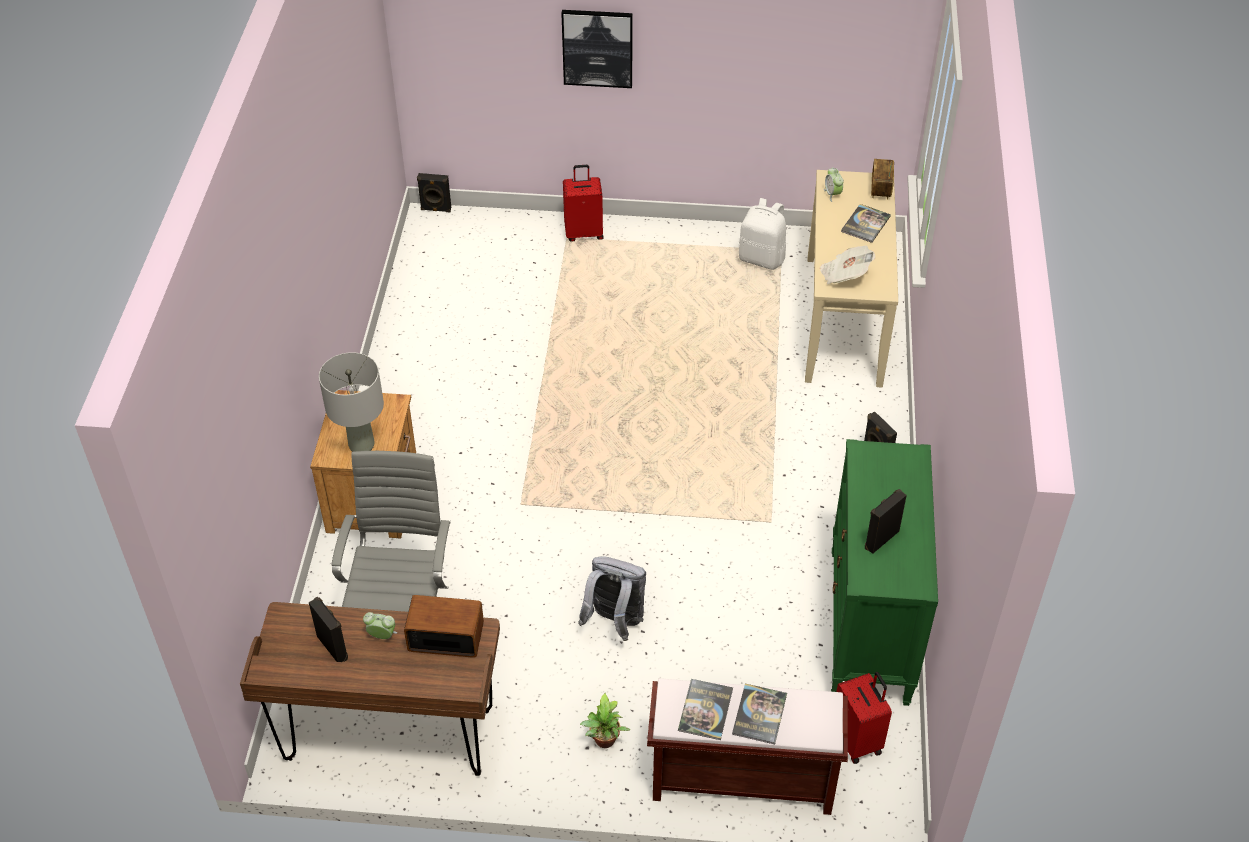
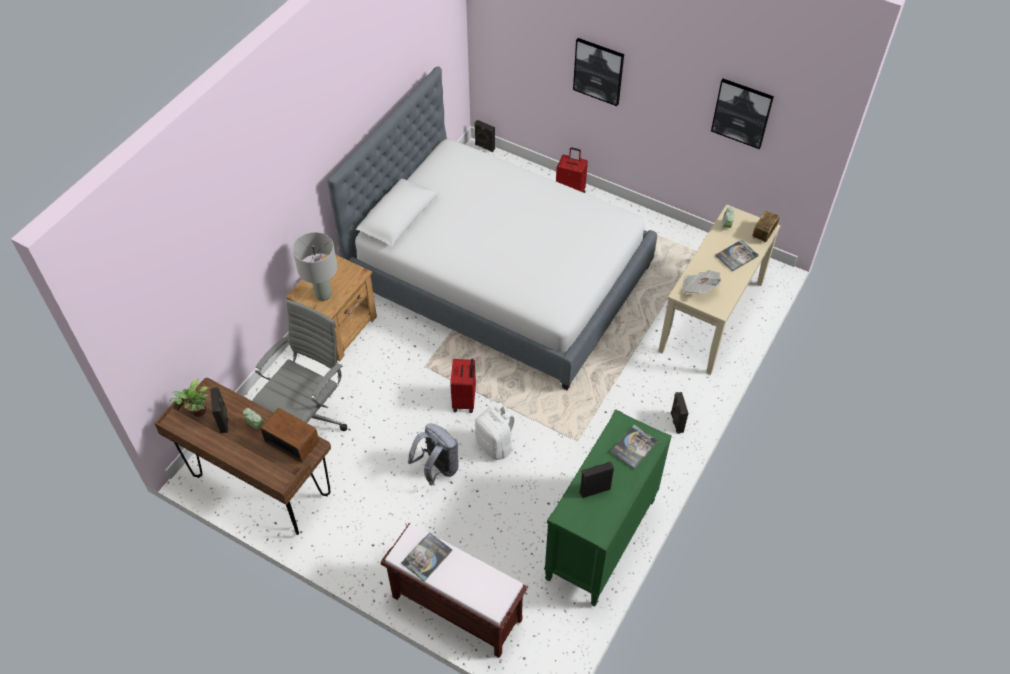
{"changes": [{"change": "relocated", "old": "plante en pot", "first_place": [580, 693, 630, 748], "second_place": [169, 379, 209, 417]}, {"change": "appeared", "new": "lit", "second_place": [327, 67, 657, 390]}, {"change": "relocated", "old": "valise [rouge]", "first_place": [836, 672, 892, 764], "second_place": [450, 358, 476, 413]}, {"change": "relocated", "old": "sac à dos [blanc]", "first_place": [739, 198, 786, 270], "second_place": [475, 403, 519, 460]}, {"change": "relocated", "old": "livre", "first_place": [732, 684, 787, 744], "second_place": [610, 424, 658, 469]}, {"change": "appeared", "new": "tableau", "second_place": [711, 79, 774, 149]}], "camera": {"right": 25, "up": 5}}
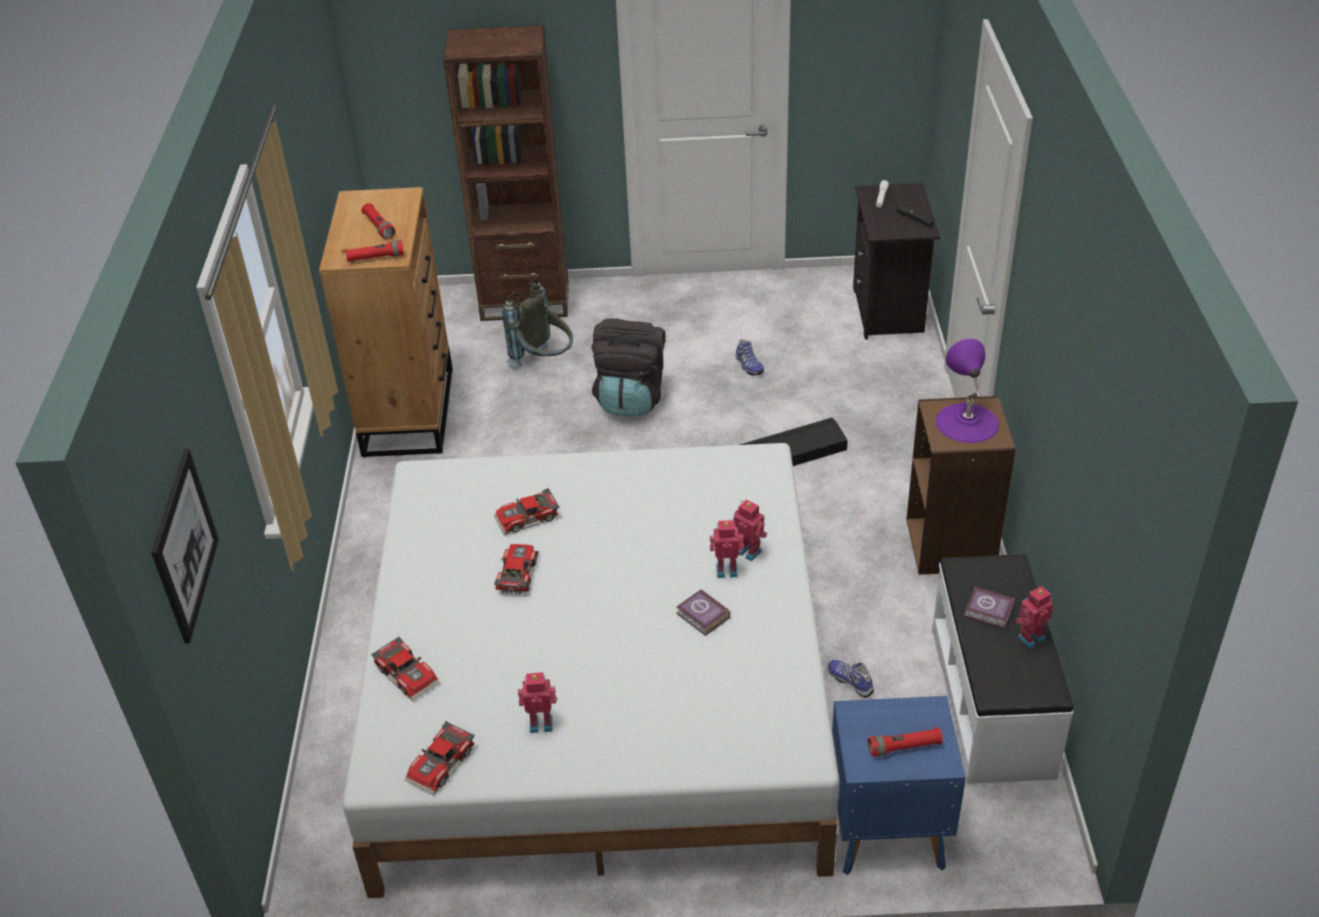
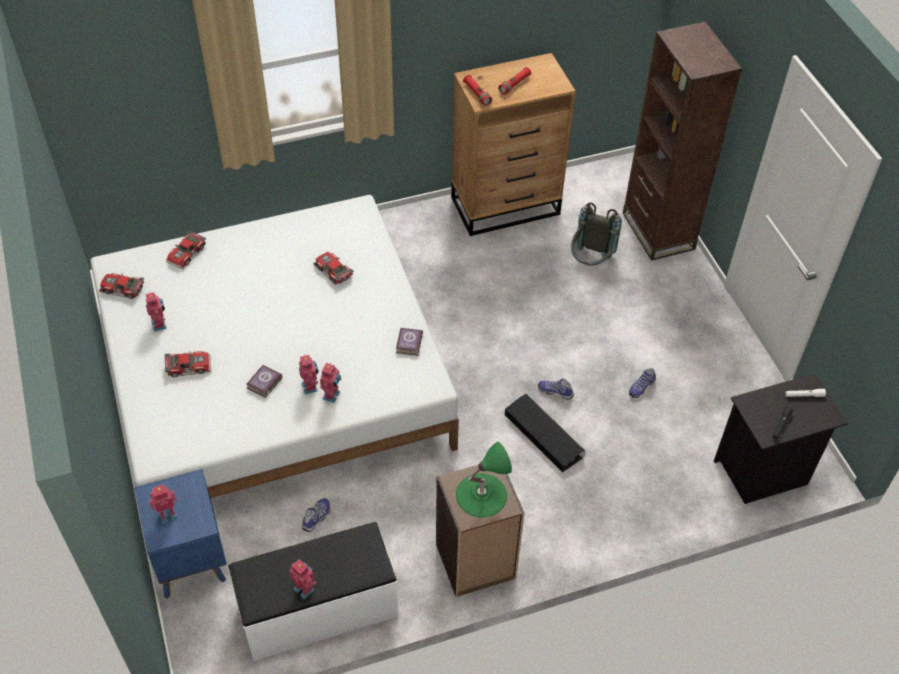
{"changes": [{"change": "exchanged", "old": "lampe de poche [rouge]", "new": "robot jouet", "first_place": [868, 727, 943, 757], "second_place": [149, 484, 177, 524]}, {"change": "relocated", "old": "petite voiture", "first_place": [494, 544, 539, 594], "second_place": [165, 351, 211, 377]}, {"change": "relocated", "old": "livre", "first_place": [964, 587, 1015, 629], "second_place": [396, 328, 423, 356]}, {"change": "colour", "old": "lampe de table [violet]", "new": "lampe de table [vert]", "first_place": [936, 339, 999, 443], "second_place": [456, 442, 512, 518]}, {"change": "appeared", "new": "chaussure", "second_place": [538, 378, 574, 400]}, {"change": "missing", "old": "tableau", "first_place": [151, 449, 219, 644]}, {"change": "missing", "old": "sac à dos [noir]", "first_place": [591, 318, 665, 417]}], "camera": {"right": 70, "up": 10}}
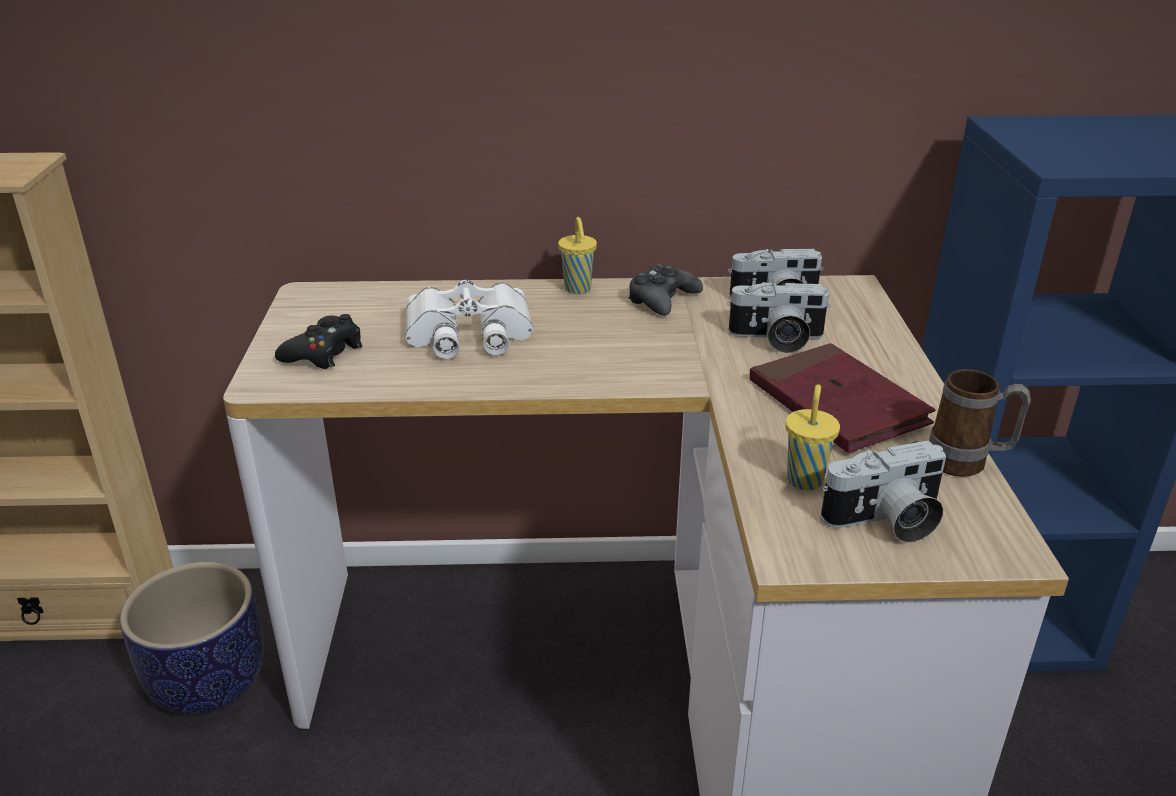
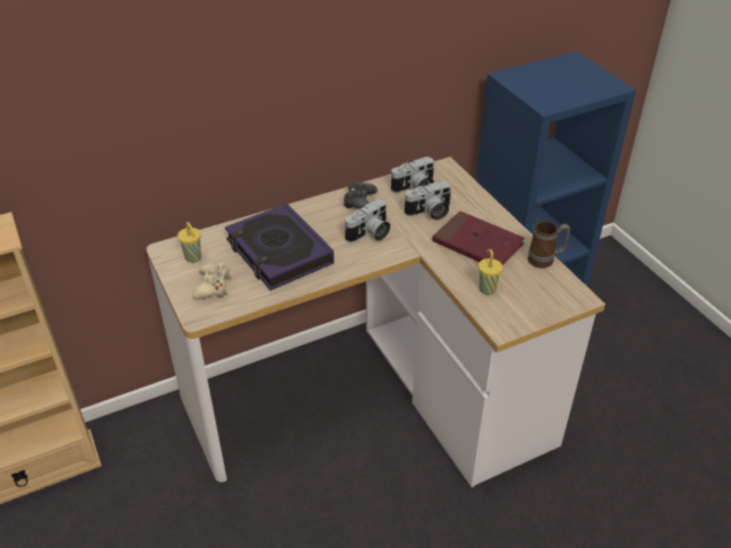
{"changes": [{"change": "relocated", "old": "tasse [jaune]", "first_place": [558, 217, 597, 294], "second_place": [177, 222, 201, 263]}, {"change": "colour", "old": "manette [noir]", "new": "manette [beige]", "first_place": [275, 314, 362, 369], "second_place": [192, 263, 231, 300]}, {"change": "exchanged", "old": "jumelles [blanc]", "new": "livre", "first_place": [406, 280, 533, 359], "second_place": [225, 203, 334, 291]}, {"change": "relocated", "old": "appareil photo", "first_place": [821, 440, 946, 543], "second_place": [345, 199, 391, 243]}, {"change": "missing", "old": "cache-pot", "first_place": [120, 562, 264, 715]}], "camera": {"right": -25, "up": 10}}
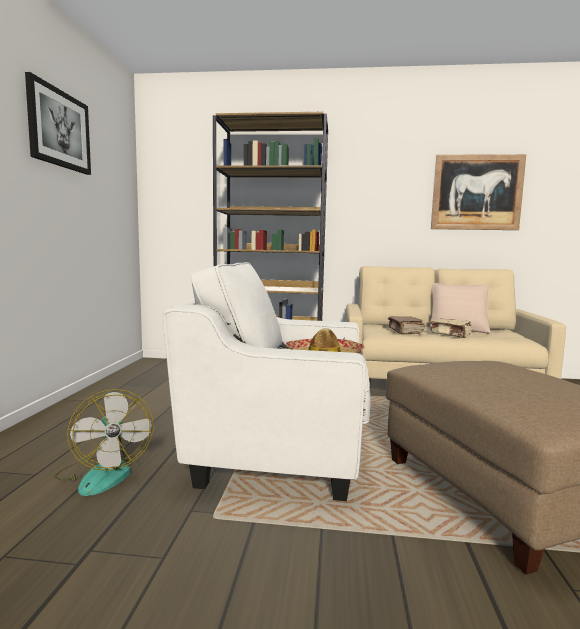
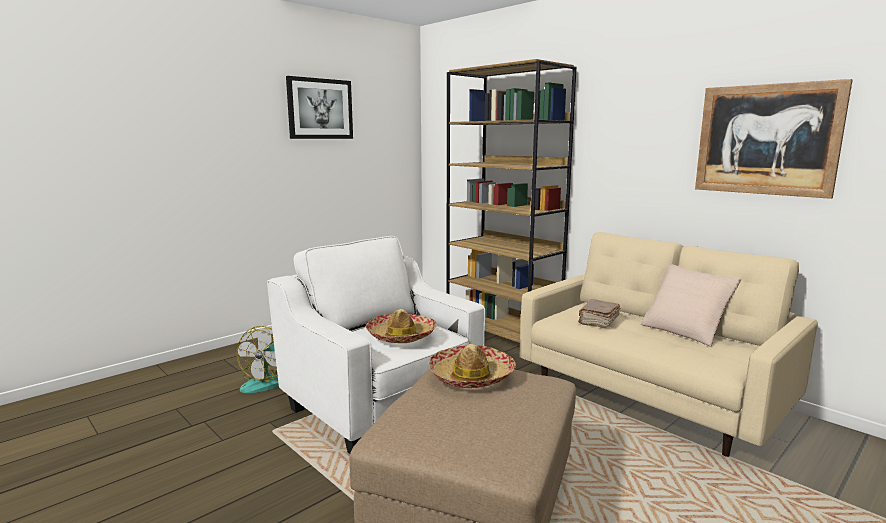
{"changes": [{"change": "appeared", "new": "chapeau", "second_place": [429, 344, 516, 388]}, {"change": "missing", "old": "livre [beige]", "first_place": [431, 318, 472, 338]}], "camera": {"right": 40, "up": 5}}
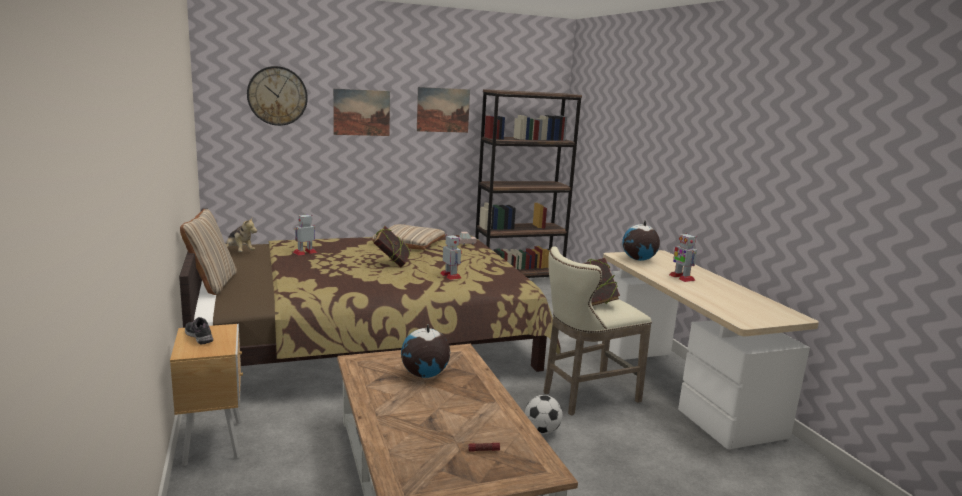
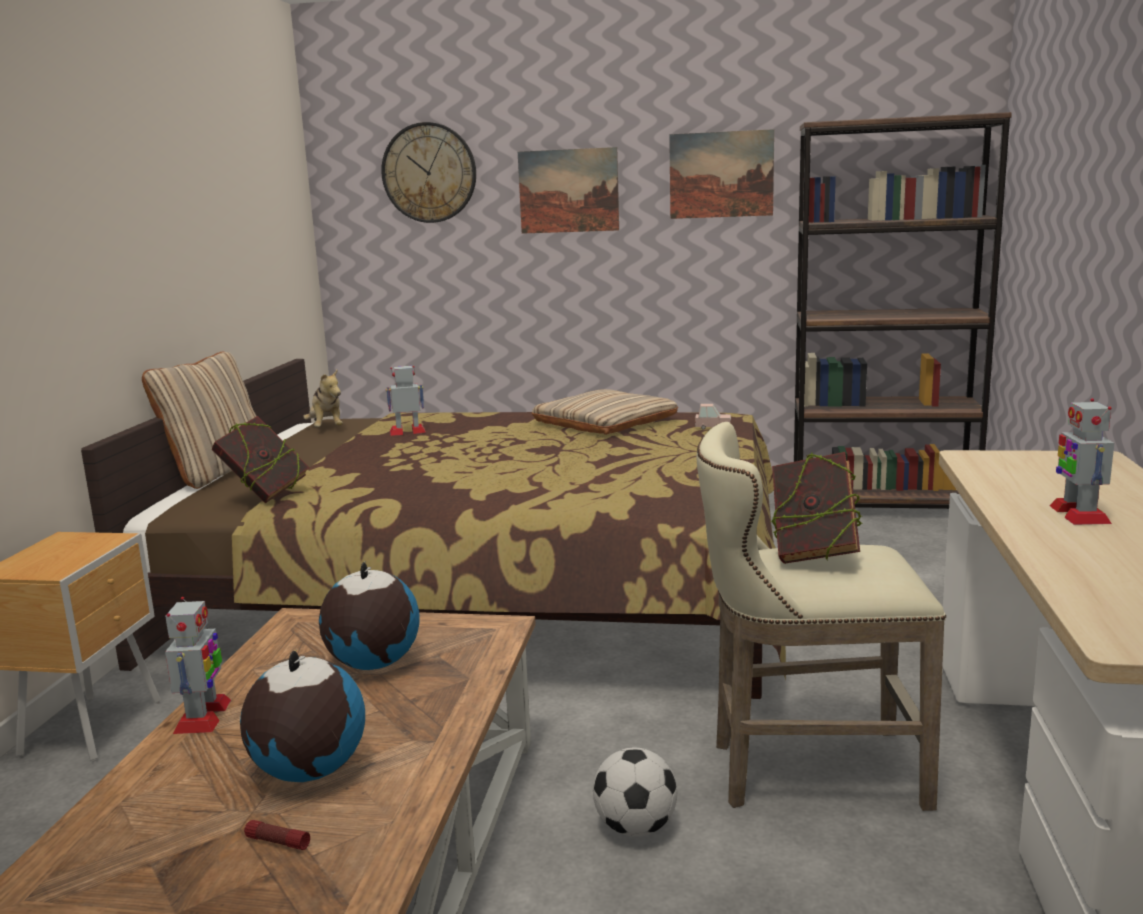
{"changes": [{"change": "relocated", "old": "robot jouet", "first_place": [440, 234, 462, 280], "second_place": [165, 597, 231, 734]}, {"change": "relocated", "old": "livre", "first_place": [373, 226, 411, 267], "second_place": [212, 416, 310, 503]}, {"change": "relocated", "old": "globe", "first_place": [622, 220, 660, 261], "second_place": [240, 649, 365, 782]}, {"change": "missing", "old": "chaussure", "first_place": [185, 317, 213, 345]}], "camera": {"right": 30, "up": 0}}
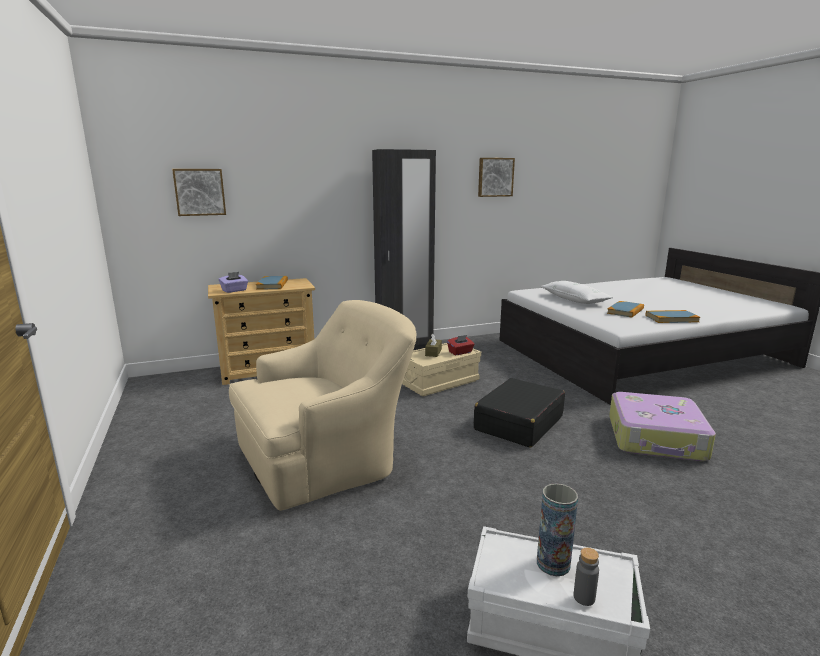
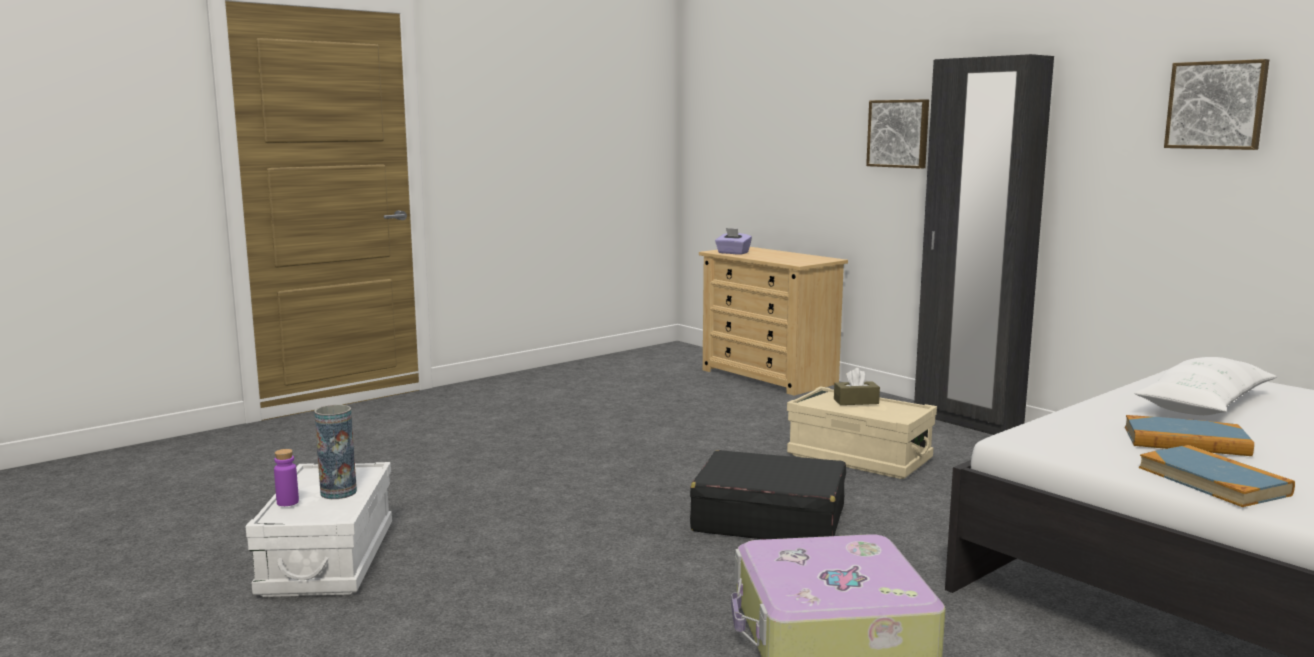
{"changes": [{"change": "colour", "old": "bouteille [gris]", "new": "bouteille [violet]", "first_place": [574, 548, 599, 606], "second_place": [274, 449, 299, 506]}, {"change": "relocated", "old": "tableau", "first_place": [172, 169, 226, 216], "second_place": [866, 99, 929, 169]}, {"change": "missing", "old": "fauteuil [beige]", "first_place": [229, 300, 417, 511]}, {"change": "missing", "old": "livre", "first_place": [256, 276, 288, 290]}, {"change": "missing", "old": "boîte à mouchoirs [rouge]", "first_place": [447, 335, 475, 355]}], "camera": {"right": 70, "up": -5}}
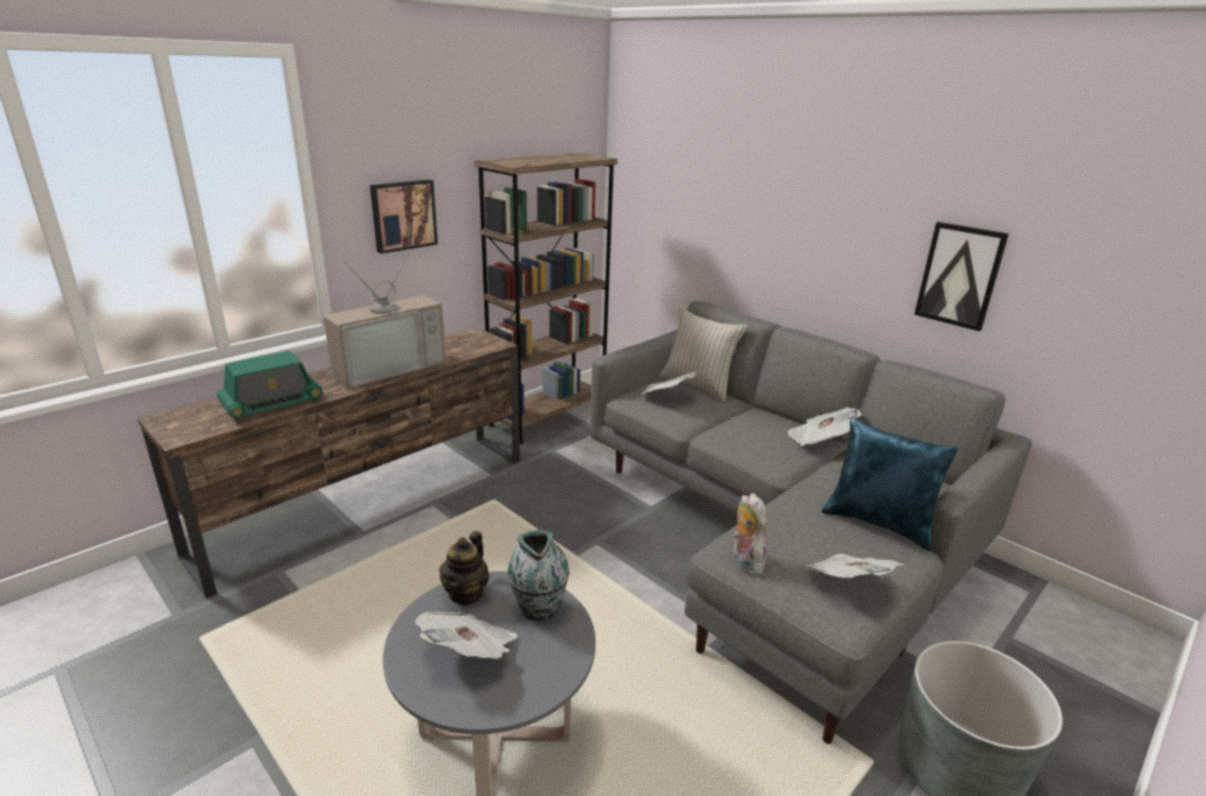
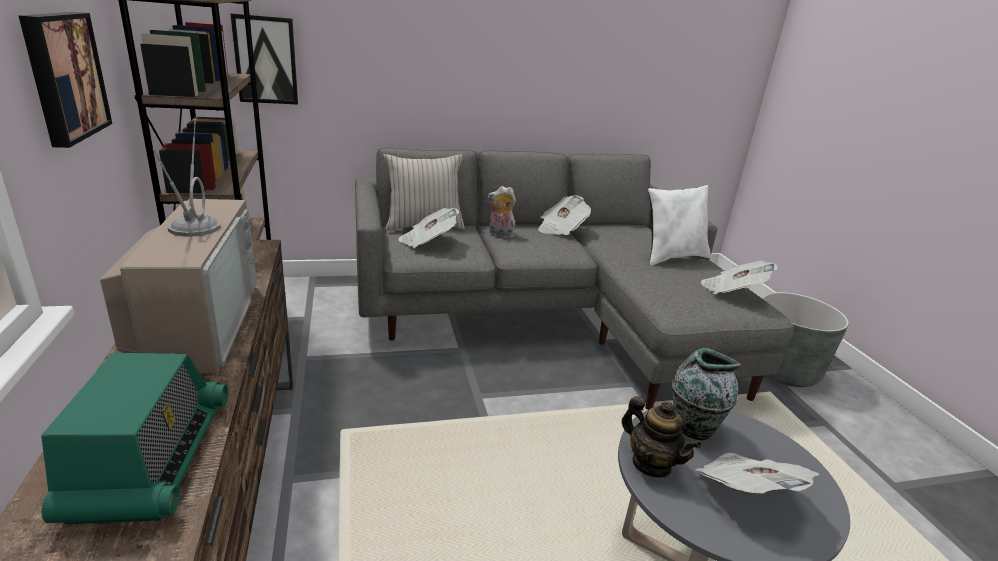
{"changes": [{"change": "relocated", "old": "tableau", "first_place": [914, 222, 1009, 331], "second_place": [231, 13, 298, 105]}, {"change": "relocated", "old": "peluche", "first_place": [733, 493, 767, 575], "second_place": [488, 186, 517, 238]}, {"change": "colour", "old": "coussin [bleu]", "new": "coussin [blanc]", "first_place": [822, 418, 959, 551], "second_place": [648, 185, 711, 266]}], "camera": {"right": -60, "up": 0}}
